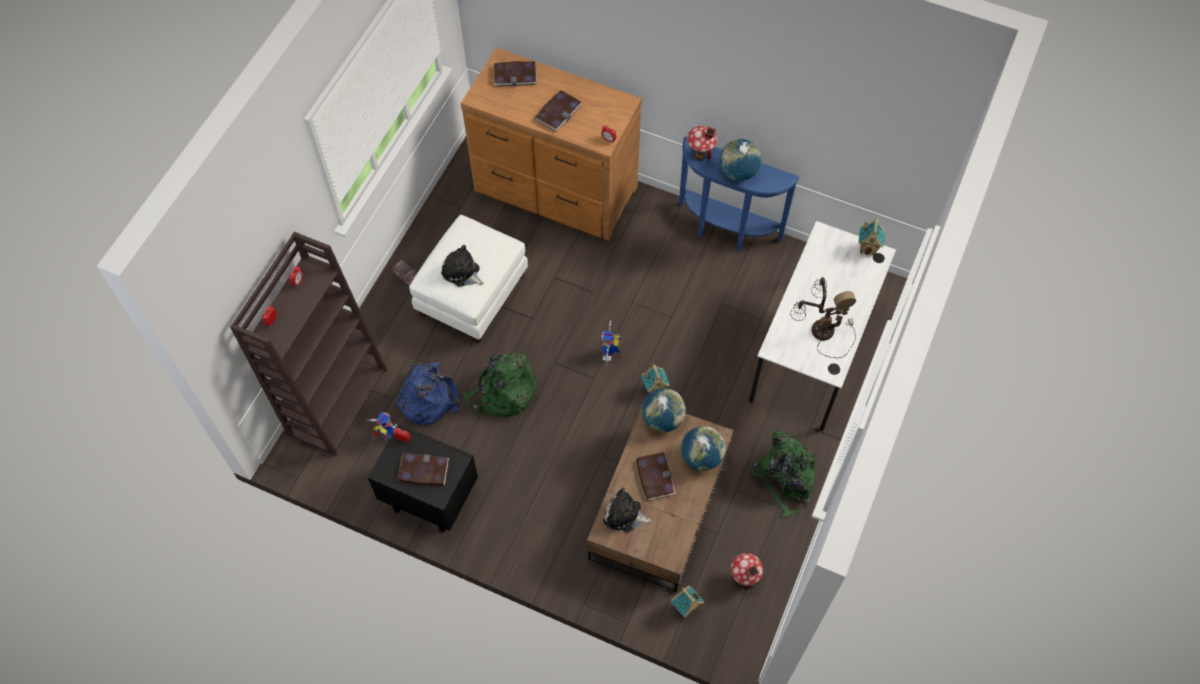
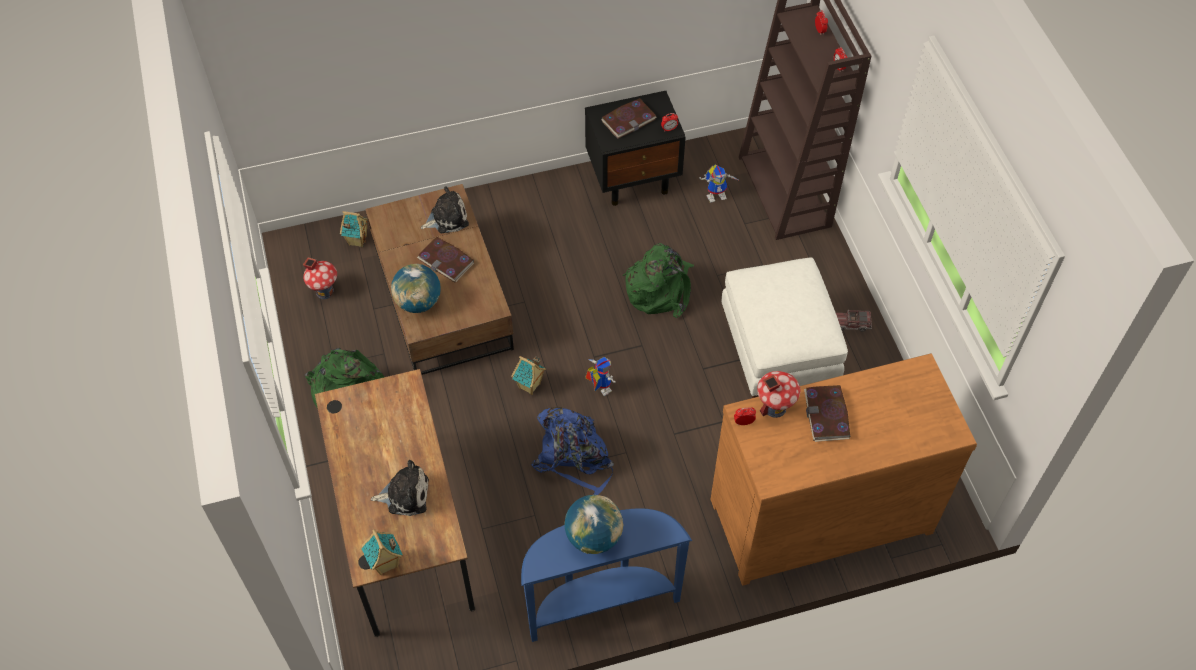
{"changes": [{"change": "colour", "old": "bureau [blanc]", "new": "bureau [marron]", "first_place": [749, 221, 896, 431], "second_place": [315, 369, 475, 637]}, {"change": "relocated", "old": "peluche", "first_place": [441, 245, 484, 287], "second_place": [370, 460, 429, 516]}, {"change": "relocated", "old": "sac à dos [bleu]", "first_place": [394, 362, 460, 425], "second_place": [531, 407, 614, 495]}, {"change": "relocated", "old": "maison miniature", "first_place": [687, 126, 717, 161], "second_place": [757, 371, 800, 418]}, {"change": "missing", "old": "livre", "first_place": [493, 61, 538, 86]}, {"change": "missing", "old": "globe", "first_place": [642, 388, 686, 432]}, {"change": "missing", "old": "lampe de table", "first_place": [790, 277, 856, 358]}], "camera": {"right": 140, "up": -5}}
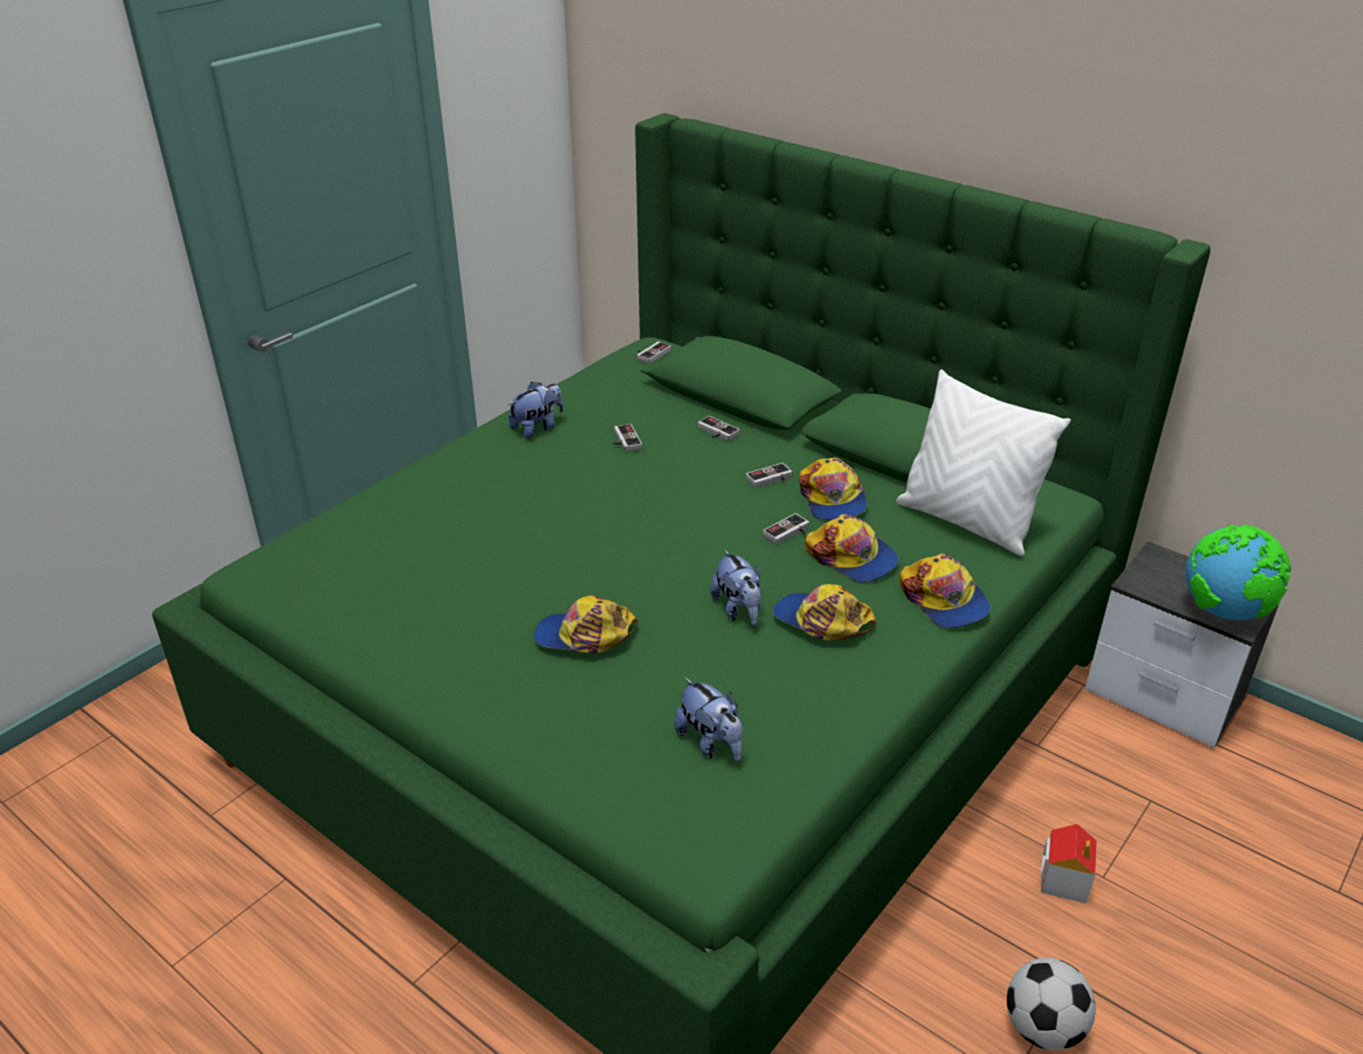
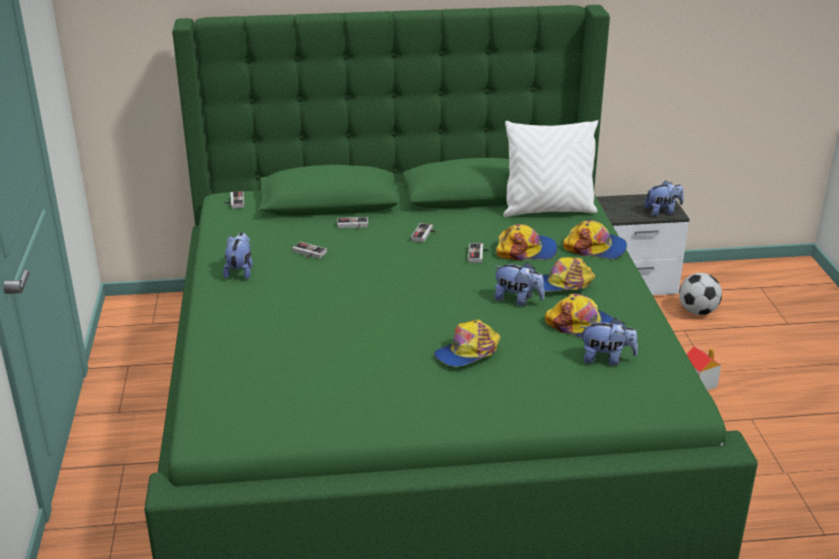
{"changes": [{"change": "relocated", "old": "casquette", "first_place": [799, 458, 867, 520], "second_place": [545, 294, 614, 339]}, {"change": "exchanged", "old": "globe", "new": "peluche", "first_place": [1186, 525, 1291, 620], "second_place": [644, 180, 684, 216]}, {"change": "relocated", "old": "ballon de foot", "first_place": [1007, 958, 1096, 1051], "second_place": [679, 273, 722, 315]}], "camera": {"right": -45, "up": -5}}
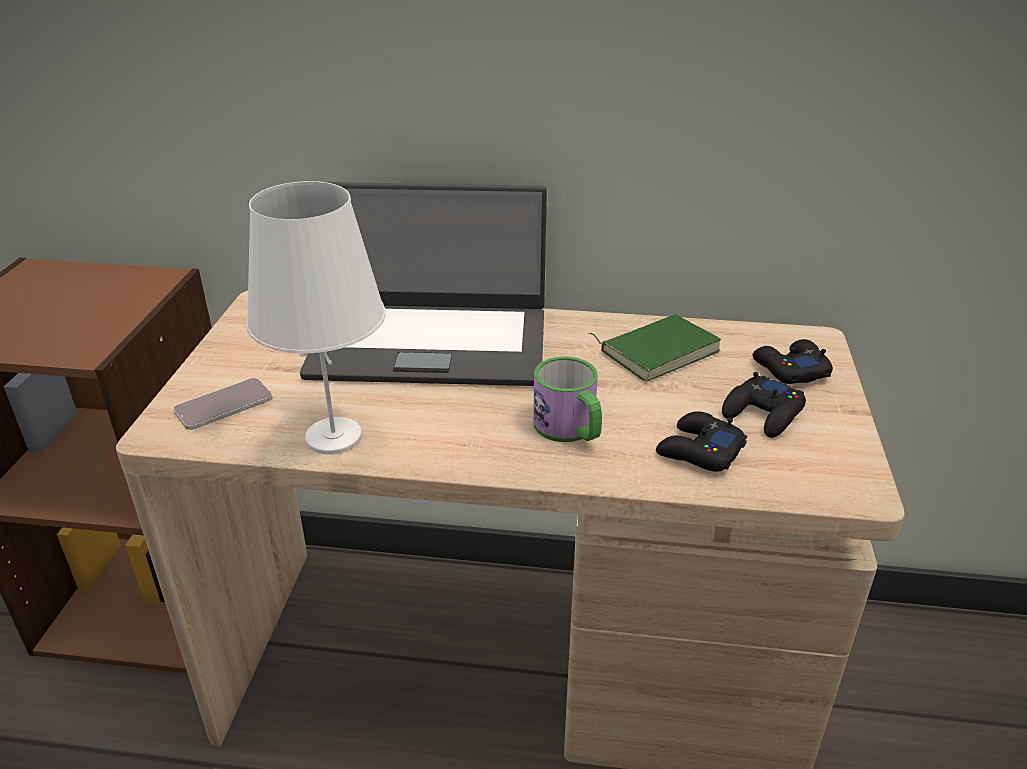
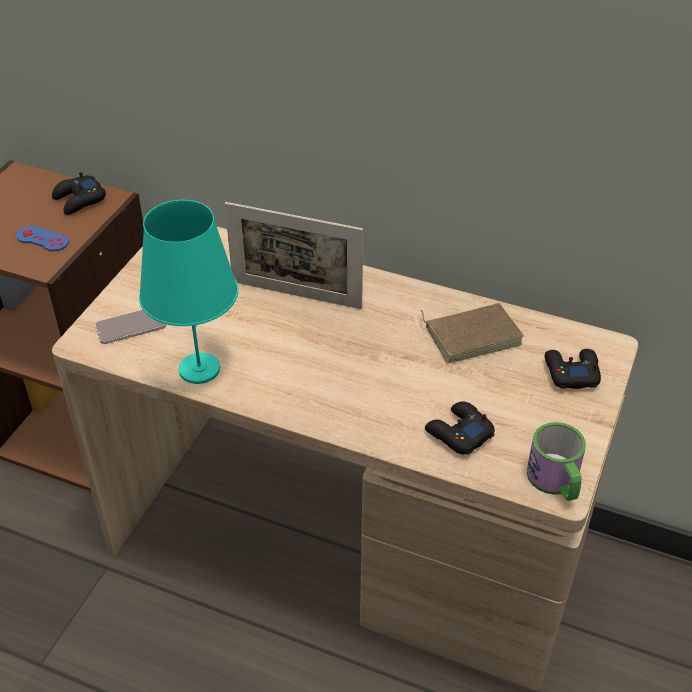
{"changes": [{"change": "appeared", "new": "manette [bleu]", "second_place": [16, 226, 69, 251]}, {"change": "relocated", "old": "manette [noir]", "first_place": [722, 372, 806, 438], "second_place": [52, 172, 106, 215]}, {"change": "colour", "old": "lampe de table [blanc]", "new": "lampe de table [turquoise]", "first_place": [246, 181, 386, 454], "second_place": [139, 200, 238, 384]}, {"change": "exchanged", "old": "ordinateur portable", "new": "cadre photo", "first_place": [300, 182, 547, 386], "second_place": [225, 202, 363, 309]}, {"change": "colour", "old": "livre [vert]", "new": "livre [marron]", "first_place": [588, 314, 721, 382], "second_place": [420, 303, 524, 363]}, {"change": "relocated", "old": "mug", "first_place": [533, 356, 602, 442], "second_place": [527, 422, 586, 501]}], "camera": {"right": 15, "up": 10}}
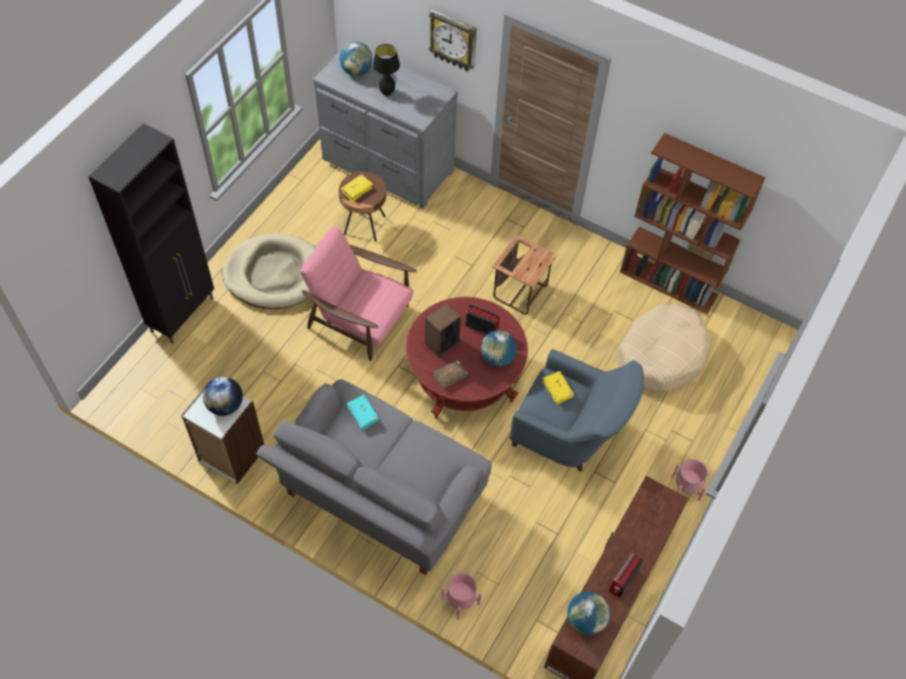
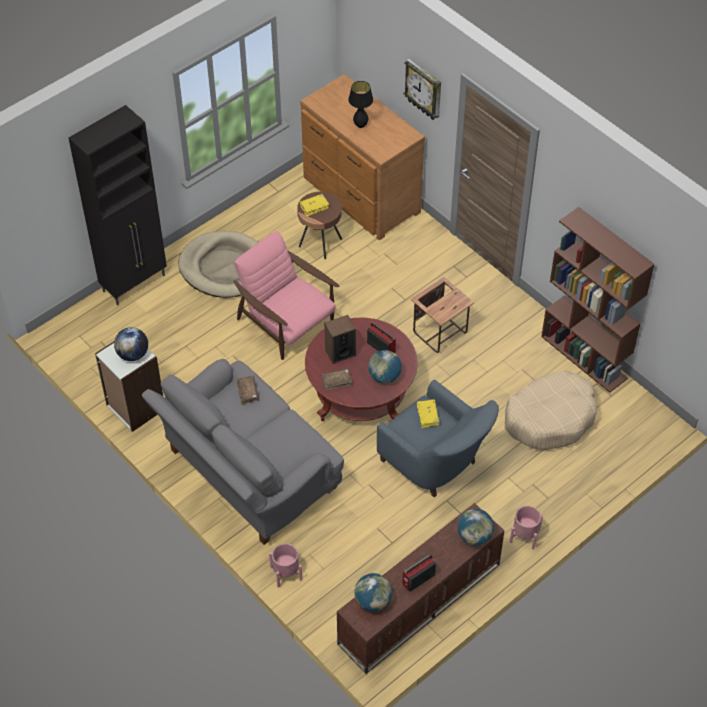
{"changes": [{"change": "colour", "old": "livre [turquoise]", "new": "livre [marron]", "first_place": [347, 395, 380, 430], "second_place": [236, 376, 259, 405]}, {"change": "colour", "old": "commode [gris]", "new": "commode [marron]", "first_place": [313, 42, 458, 209], "second_place": [300, 74, 425, 240]}, {"change": "relocated", "old": "globe", "first_place": [339, 42, 372, 76], "second_place": [458, 509, 494, 545]}], "camera": {"right": 20, "up": -5}}
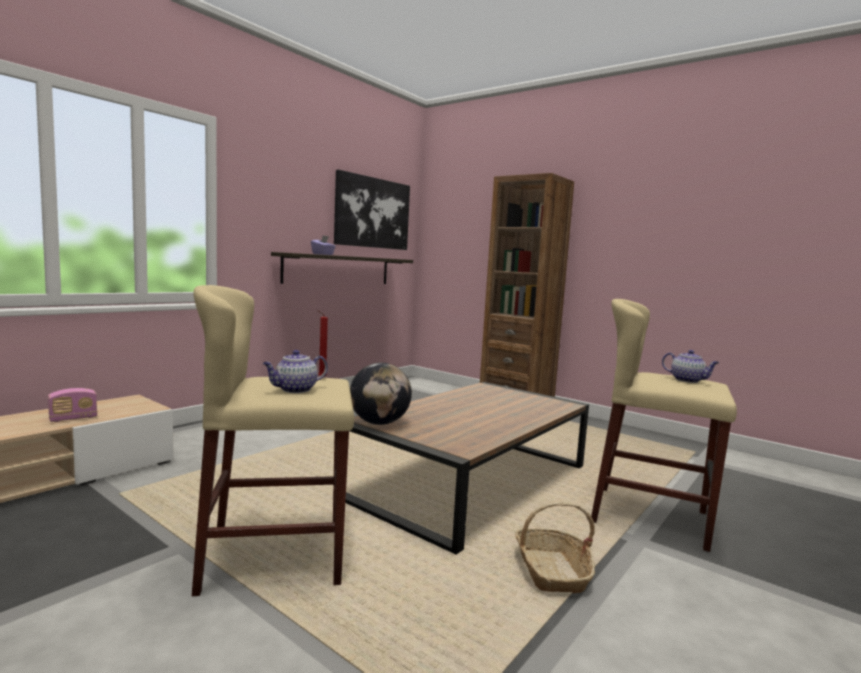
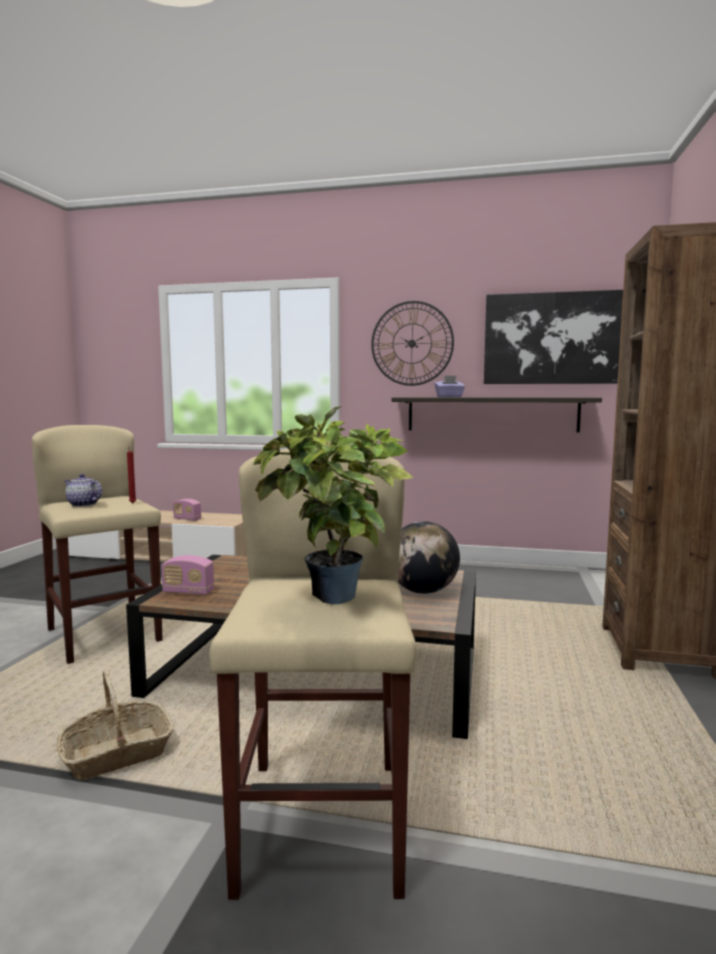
{"changes": [{"change": "appeared", "new": "radio", "second_place": [161, 555, 214, 595]}, {"change": "exchanged", "old": "théière", "new": "plante en pot", "first_place": [662, 350, 719, 383], "second_place": [253, 406, 413, 604]}, {"change": "appeared", "new": "horloge murale", "second_place": [371, 301, 454, 386]}, {"change": "relocated", "old": "globe", "first_place": [350, 362, 412, 425], "second_place": [398, 521, 460, 594]}], "camera": {"right": 65, "up": 0}}
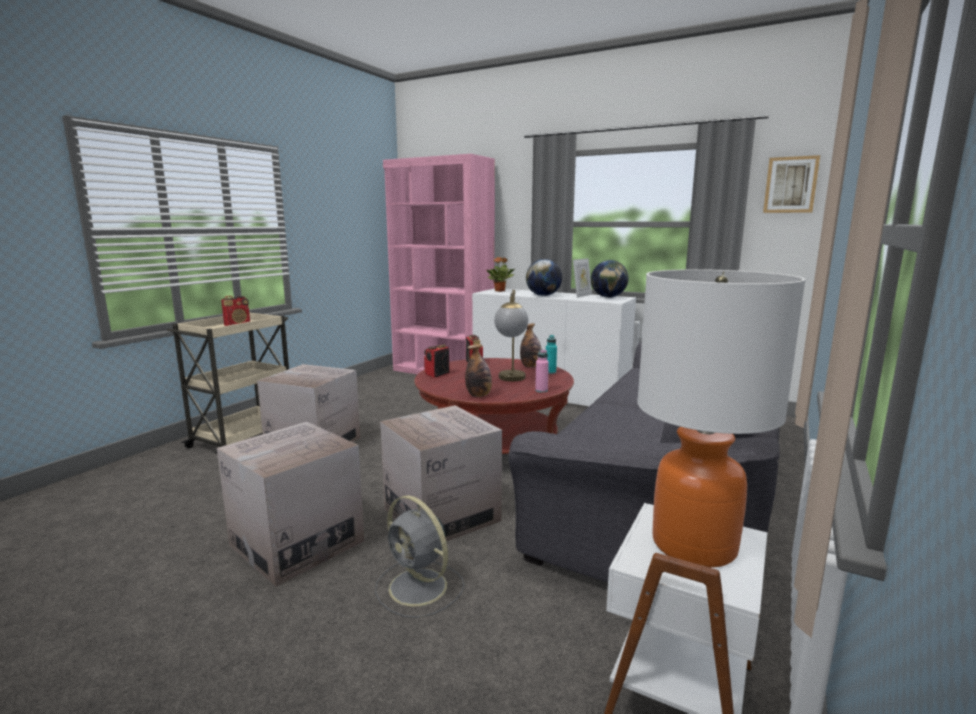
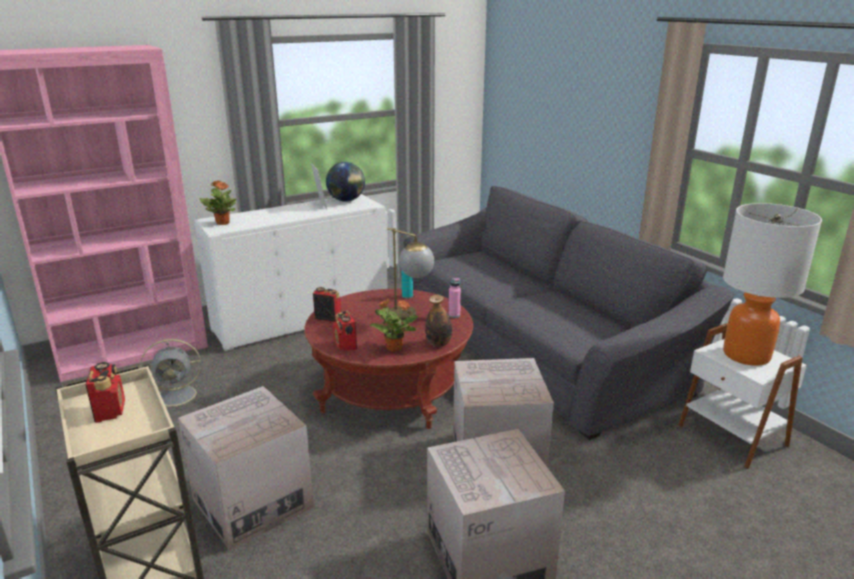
{"changes": [{"change": "relocated", "old": "ventilateur [gris]", "first_place": [375, 495, 464, 618], "second_place": [140, 339, 206, 411]}, {"change": "appeared", "new": "plante en pot", "second_place": [369, 299, 418, 352]}, {"change": "missing", "old": "bouteille", "first_place": [520, 323, 542, 367]}, {"change": "missing", "old": "globe", "first_place": [526, 259, 562, 296]}, {"change": "missing", "old": "tableau", "first_place": [763, 155, 820, 213]}], "camera": {"right": -60, "up": 10}}
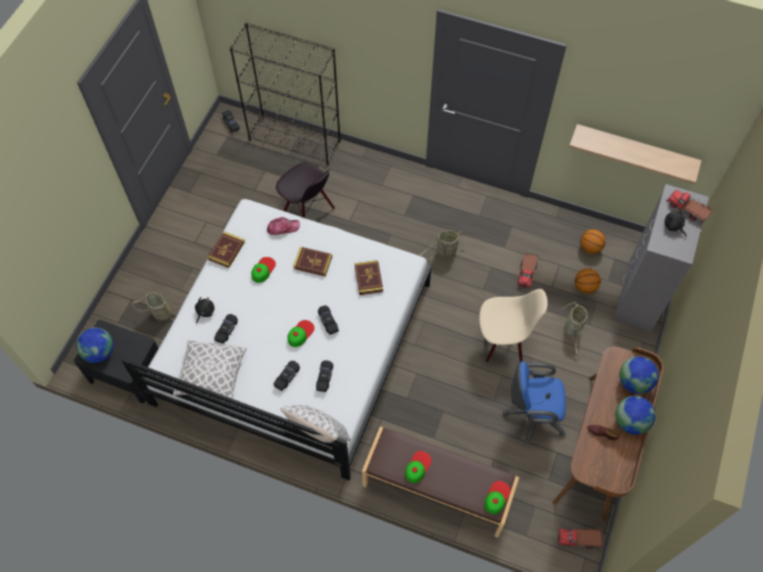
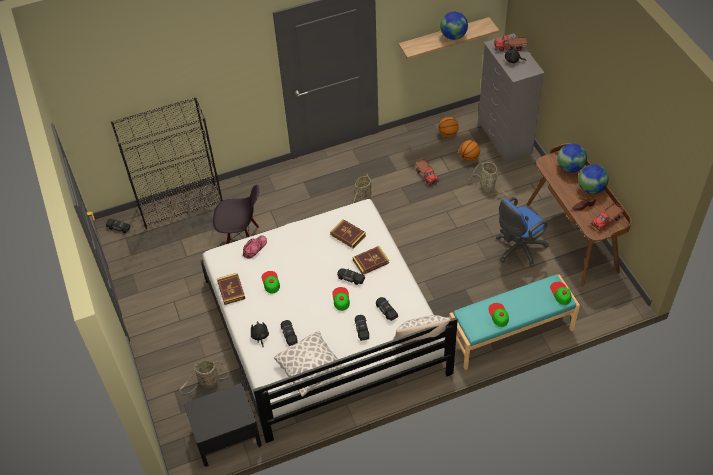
{"changes": [{"change": "relocated", "old": "livre", "first_place": [293, 247, 332, 277], "second_place": [353, 246, 389, 275]}, {"change": "relocated", "old": "globe", "first_place": [76, 327, 113, 363], "second_place": [440, 12, 468, 40]}, {"change": "colour", "old": "banc [marron]", "new": "banc [turquoise]", "first_place": [362, 427, 519, 538], "second_place": [449, 274, 580, 370]}, {"change": "relocated", "old": "camion jouet", "first_place": [558, 529, 603, 549], "second_place": [590, 203, 625, 231]}, {"change": "missing", "old": "chaise [beige]", "first_place": [479, 289, 548, 363]}], "camera": {"right": -40, "up": -10}}
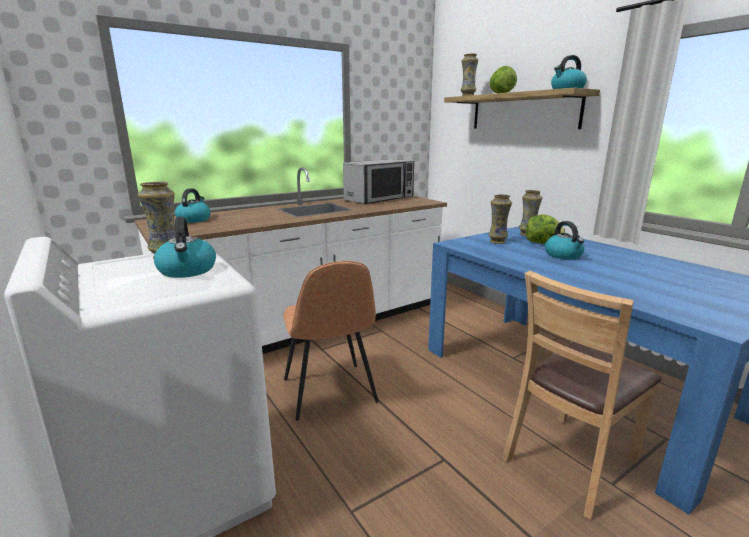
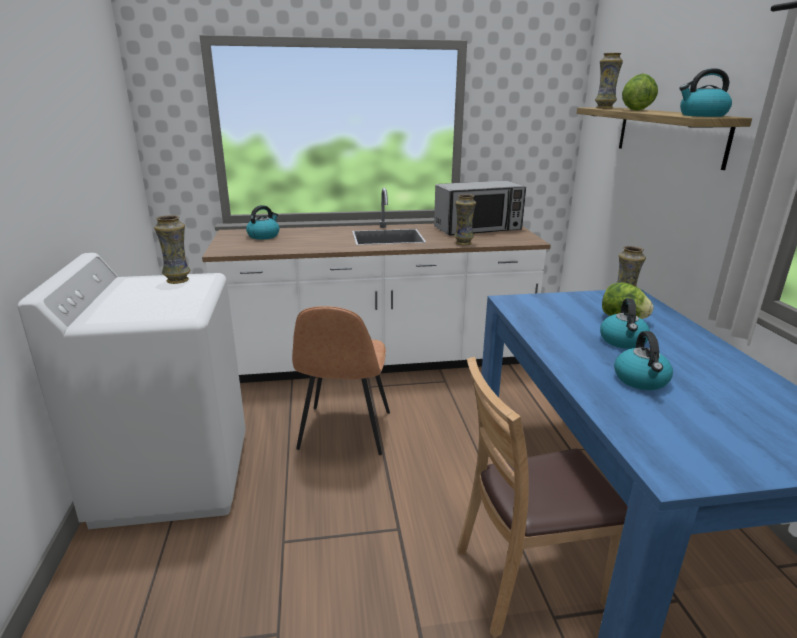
{"changes": [{"change": "relocated", "old": "vase", "first_place": [488, 194, 512, 244], "second_place": [454, 194, 476, 245]}, {"change": "relocated", "old": "bouilloire", "first_place": [154, 217, 216, 278], "second_place": [614, 331, 673, 390]}], "camera": {"right": 25, "up": 5}}
